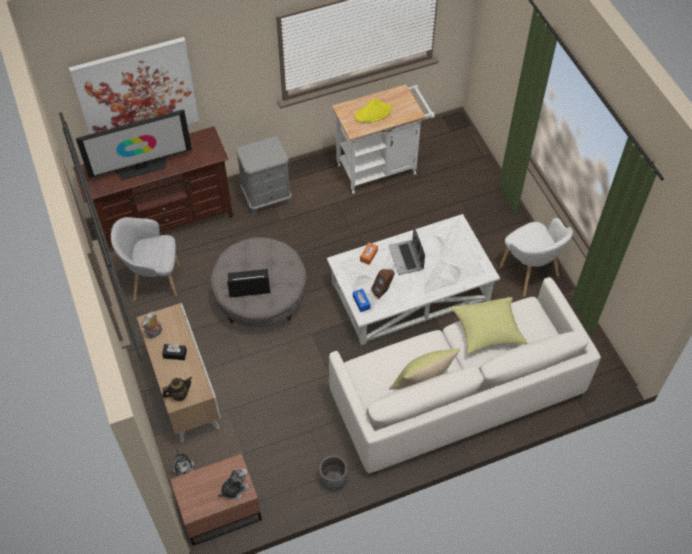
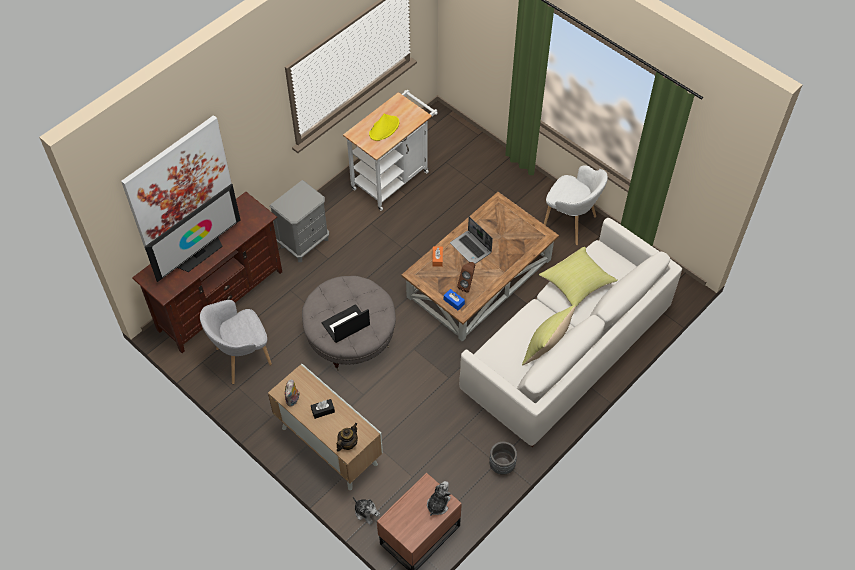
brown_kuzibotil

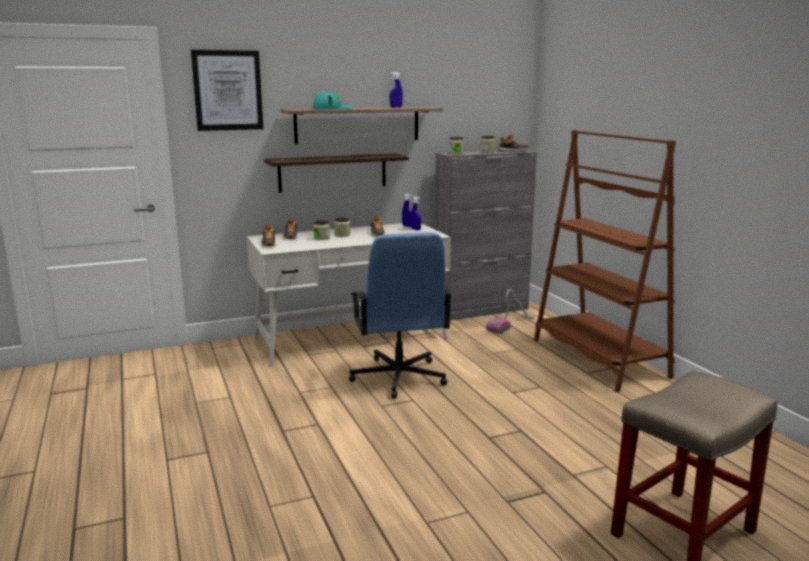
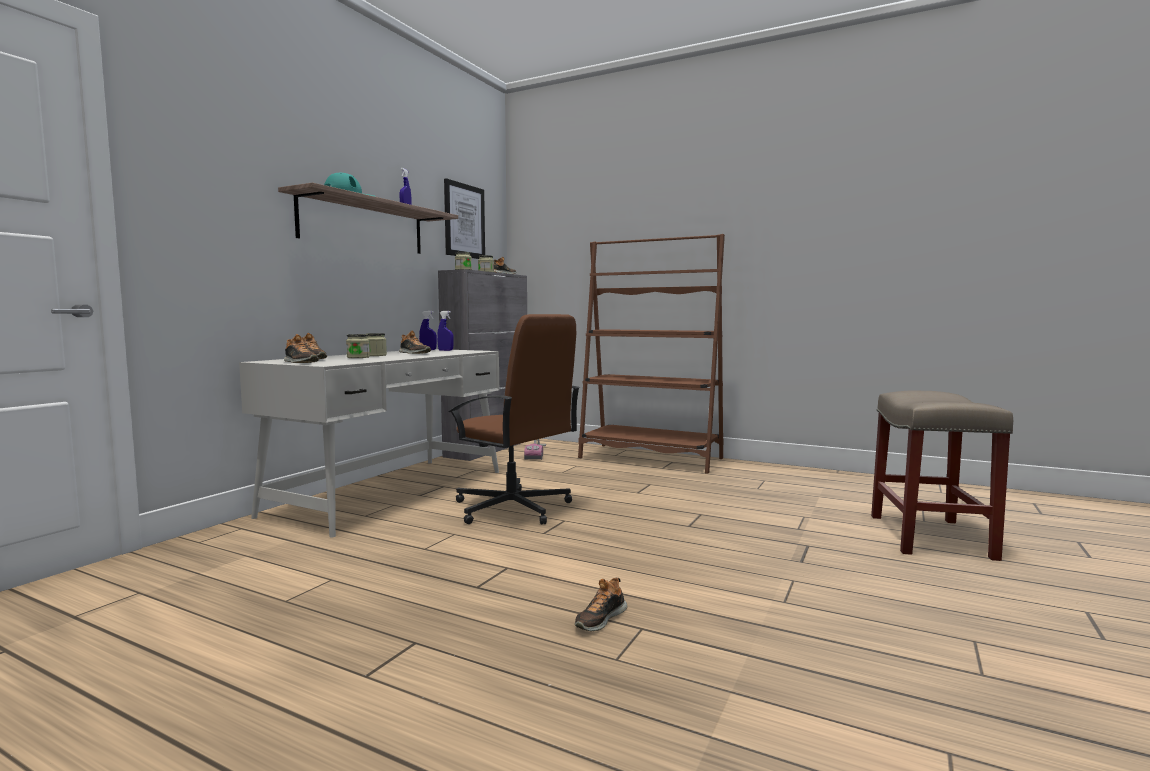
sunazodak
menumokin (1st from left in the first image)
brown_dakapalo
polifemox (5th from left)

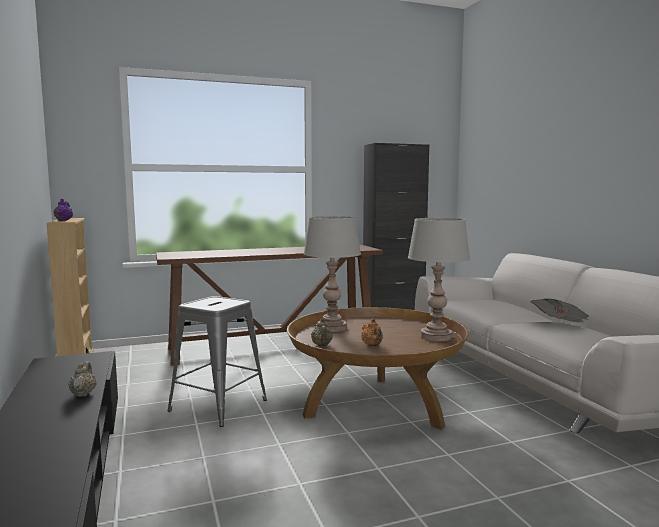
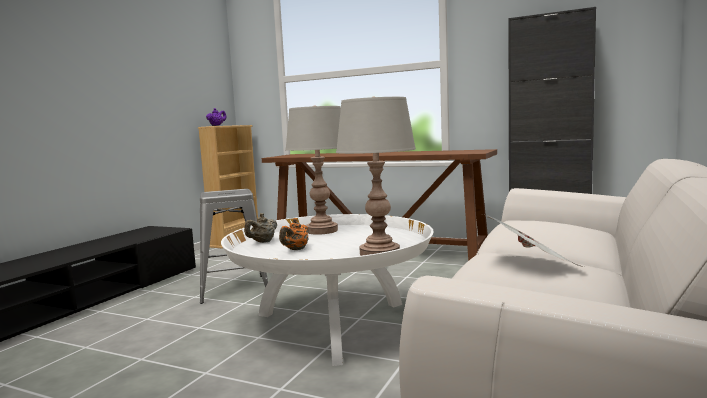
white_kuzibotil
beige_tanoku (1st from left in the first image)

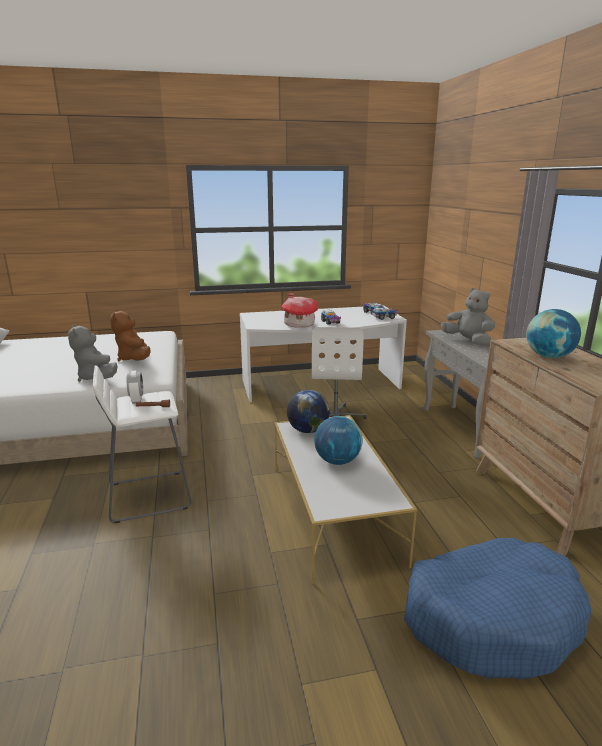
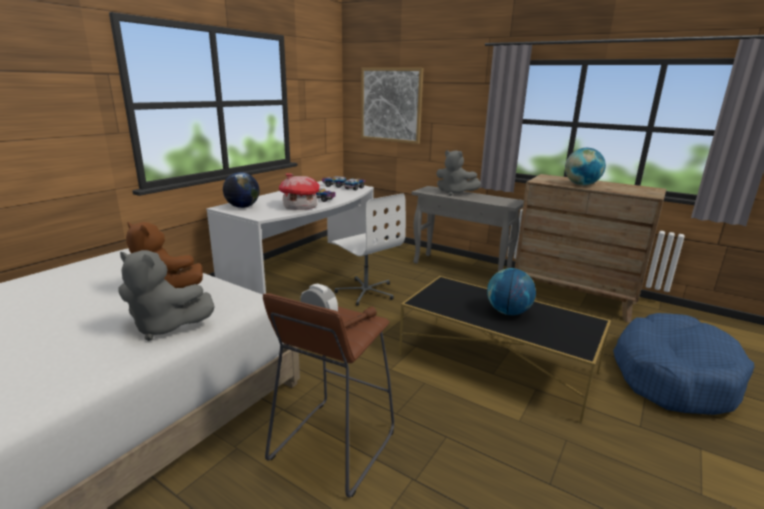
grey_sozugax (2nd from left)
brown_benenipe
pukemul (1st from left)
black_kuzibotil
sunazodak

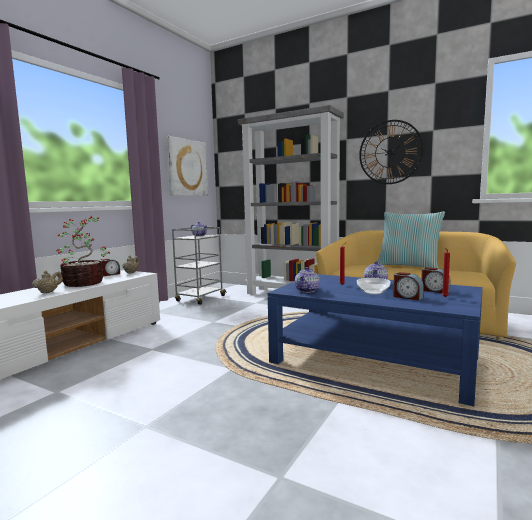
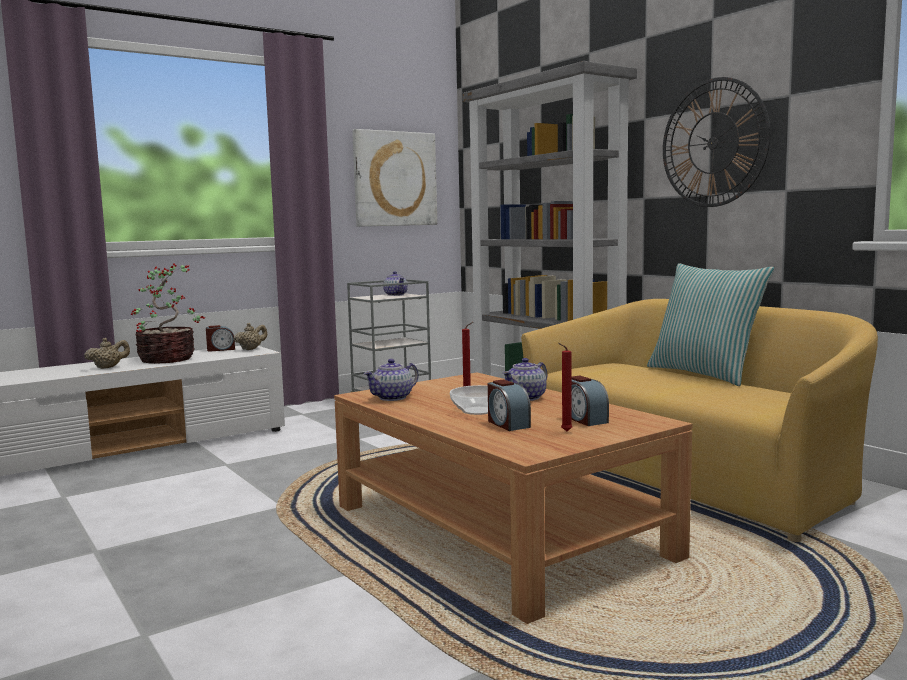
brown_kuzibotil

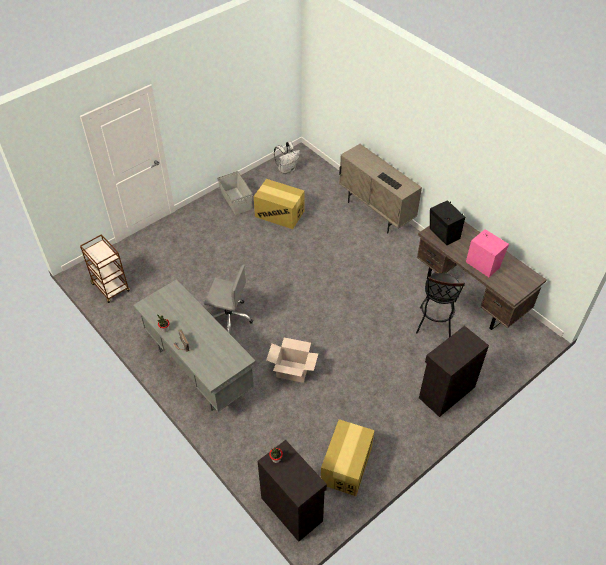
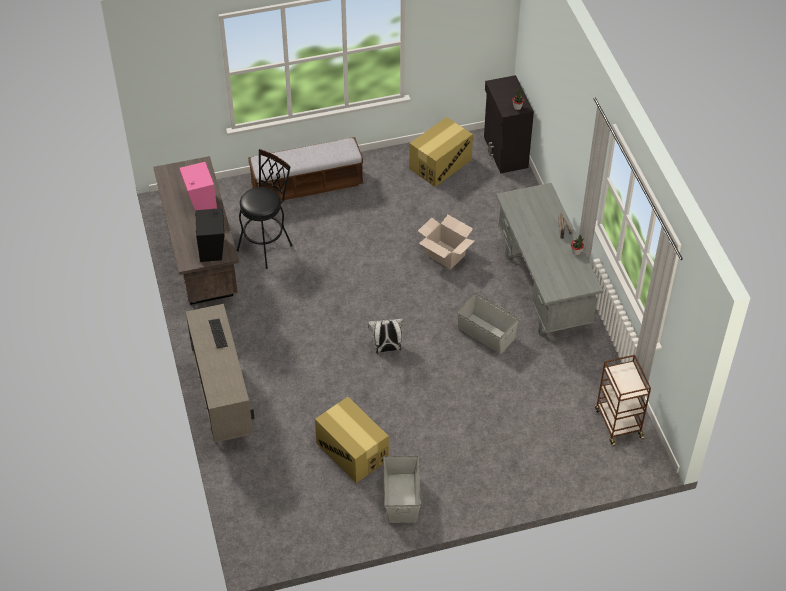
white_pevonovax
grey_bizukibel (2nd from left)
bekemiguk

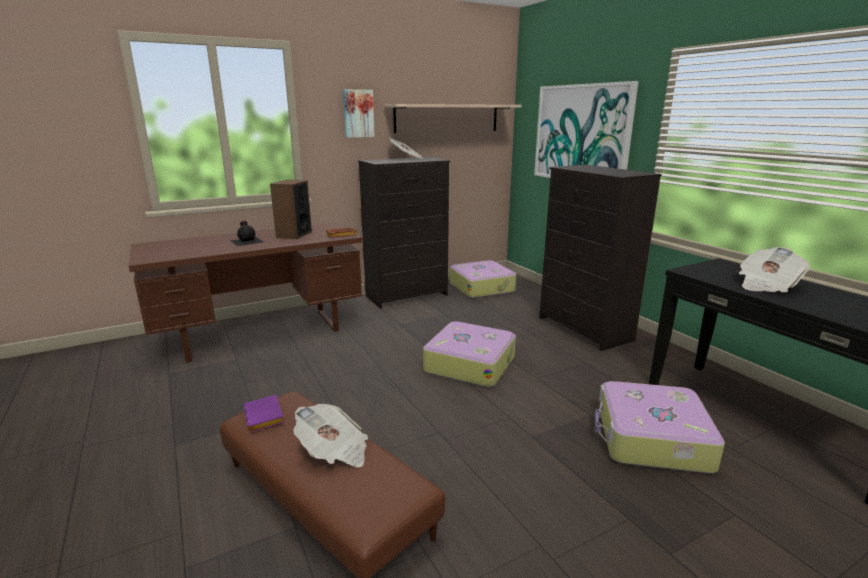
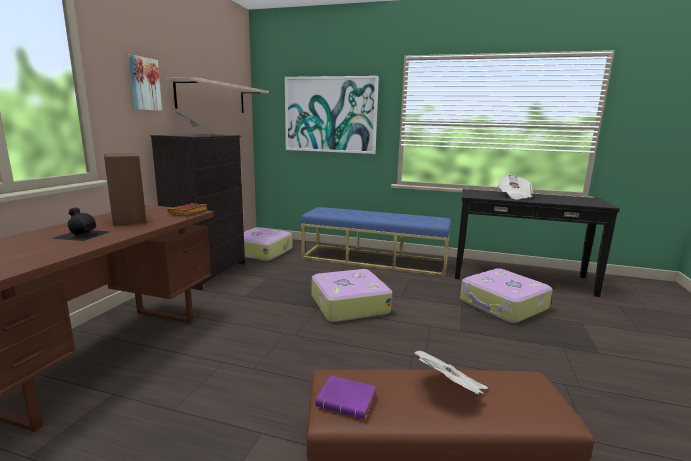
blue_bekemiguk

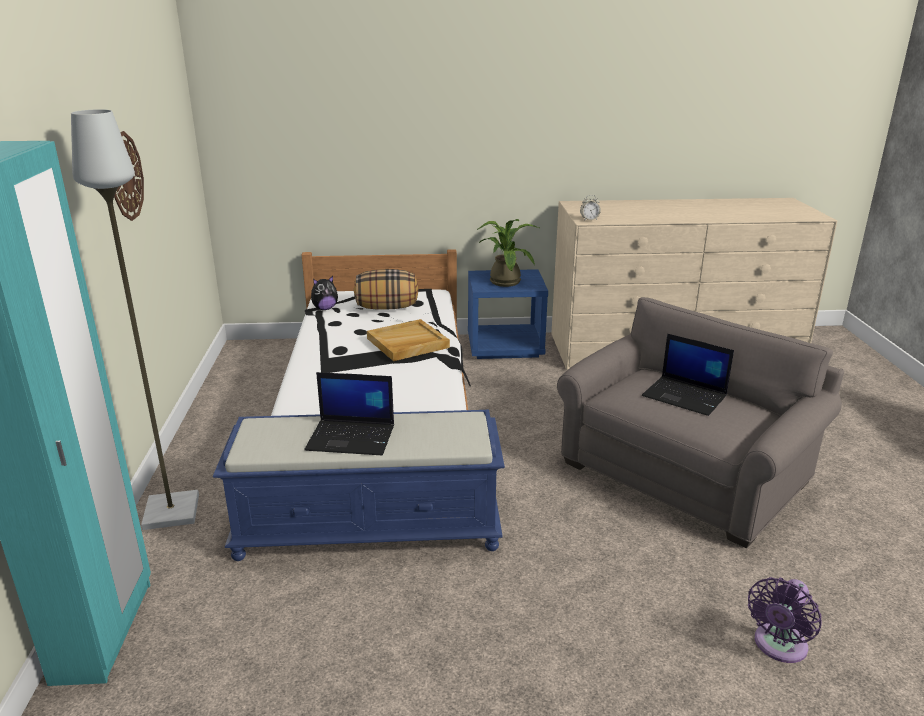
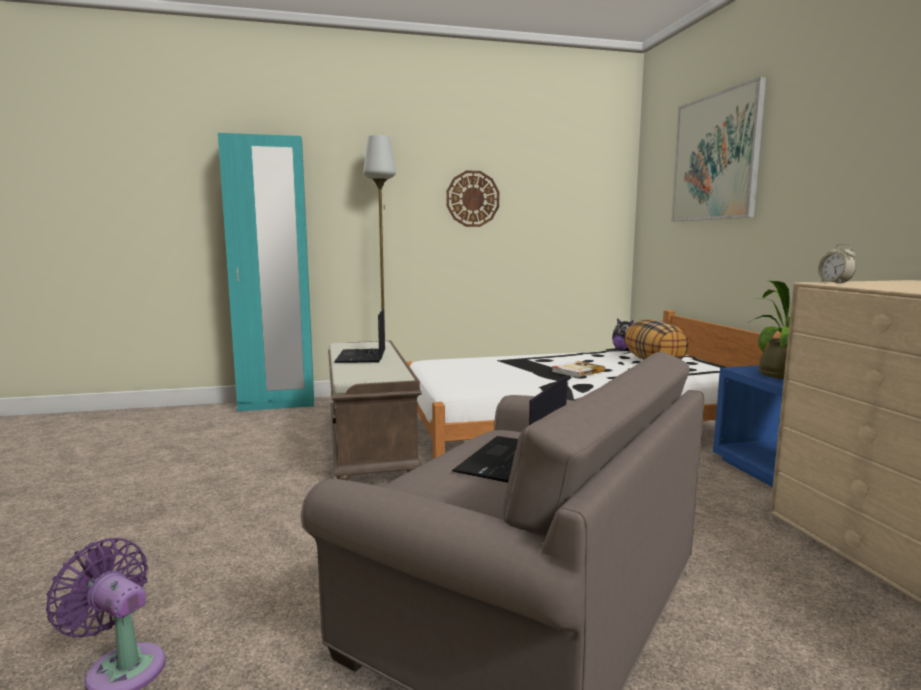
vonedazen
brown_bekemiguk
sunazodak

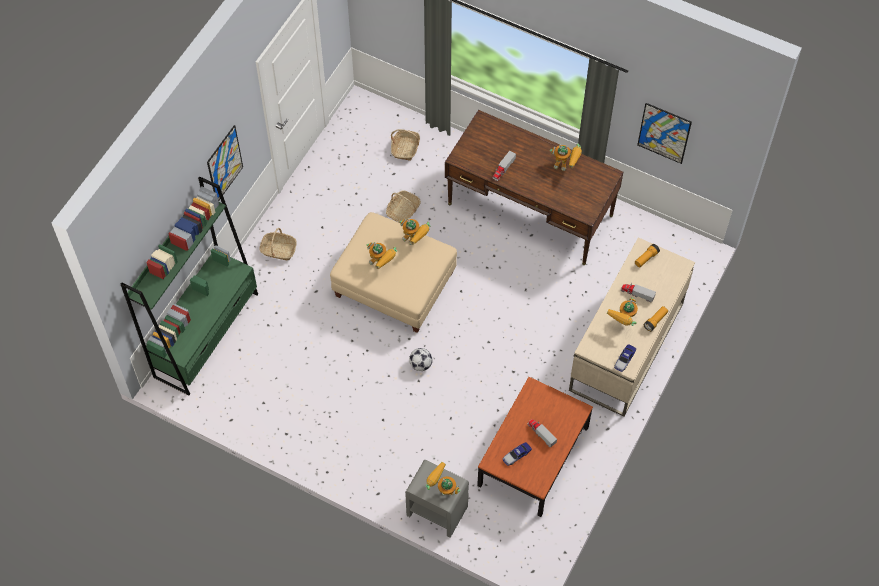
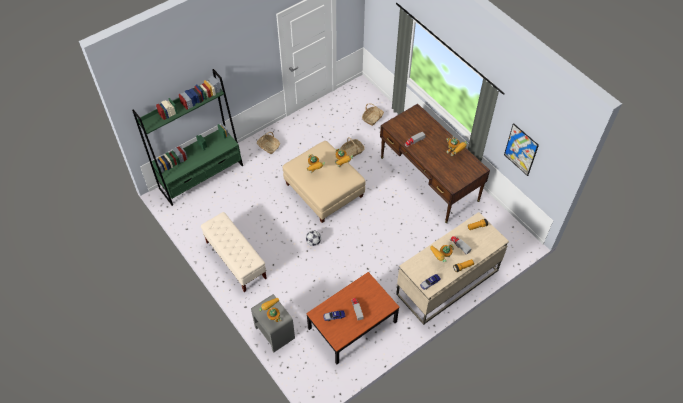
sunazodak (1st from left in the first image)
beige_bekemiguk

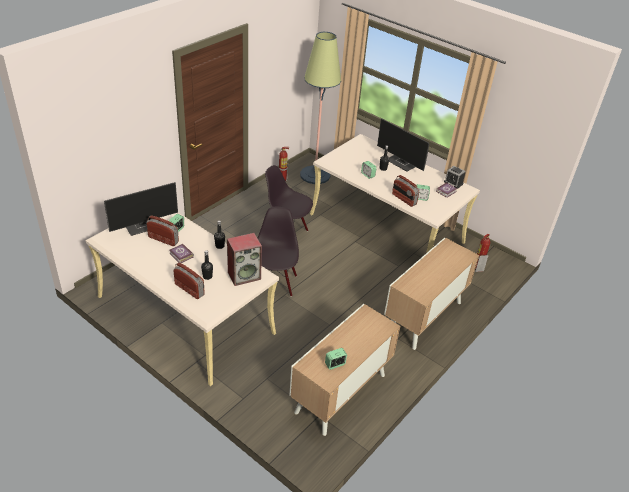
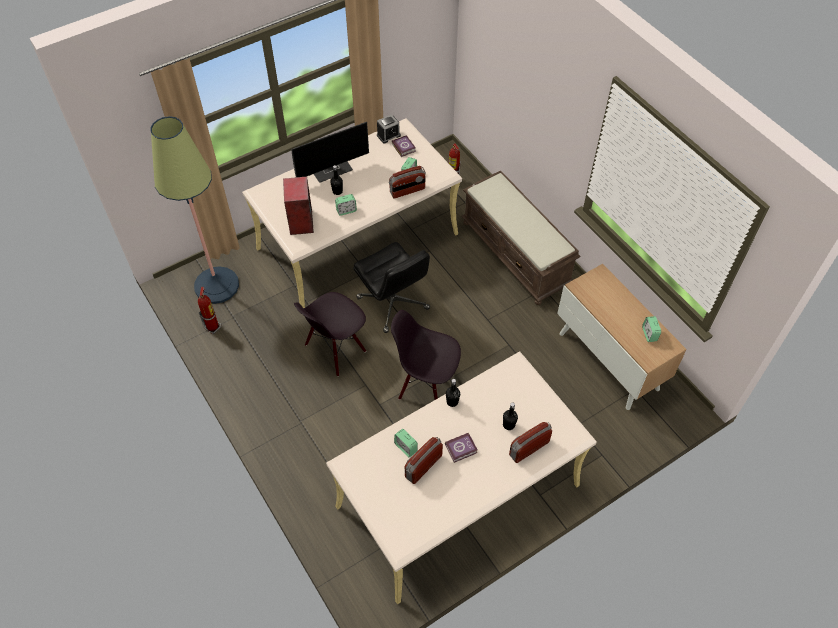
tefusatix (1st from left in the first image)
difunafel
brown_bekemiguk
black_dakapalo

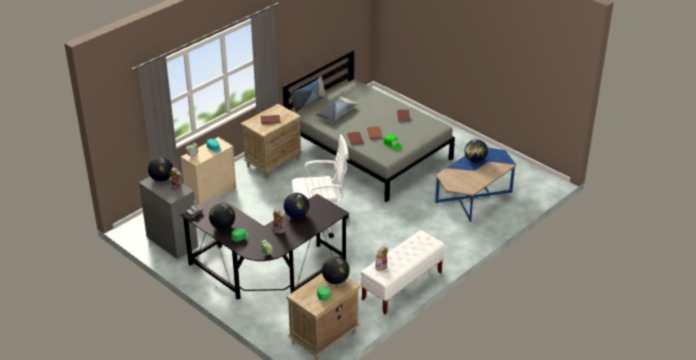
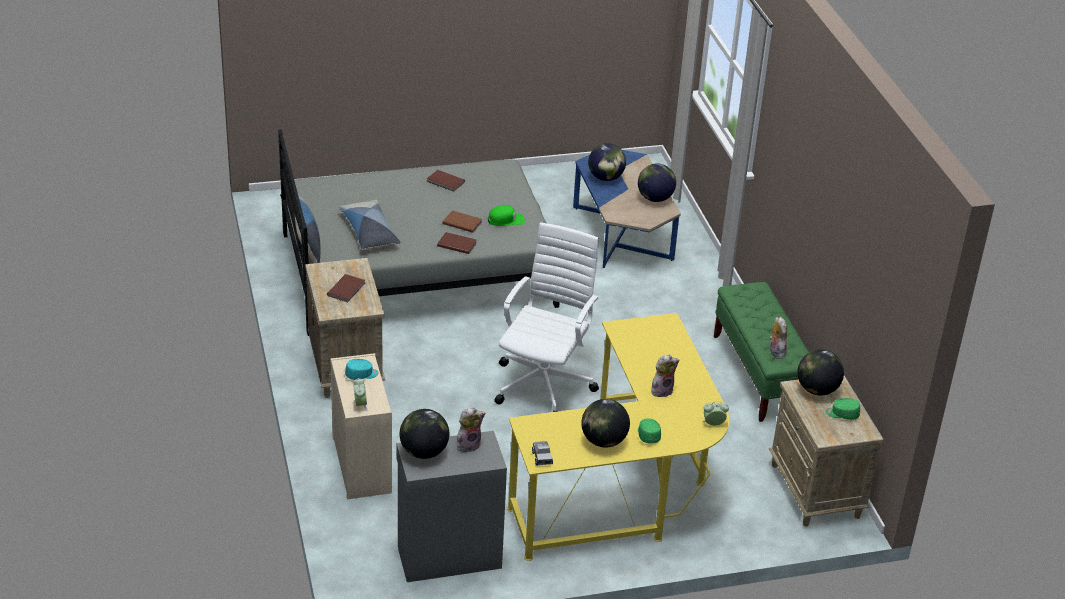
pukemul (4th from left)
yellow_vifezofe
green_bekemiguk

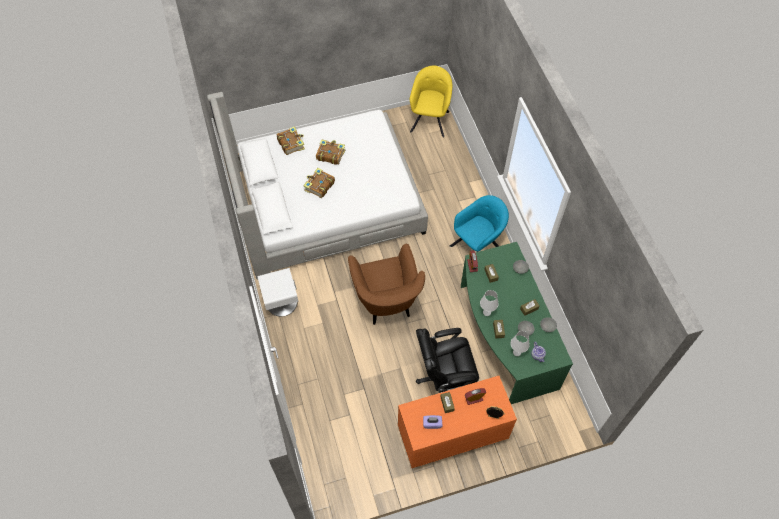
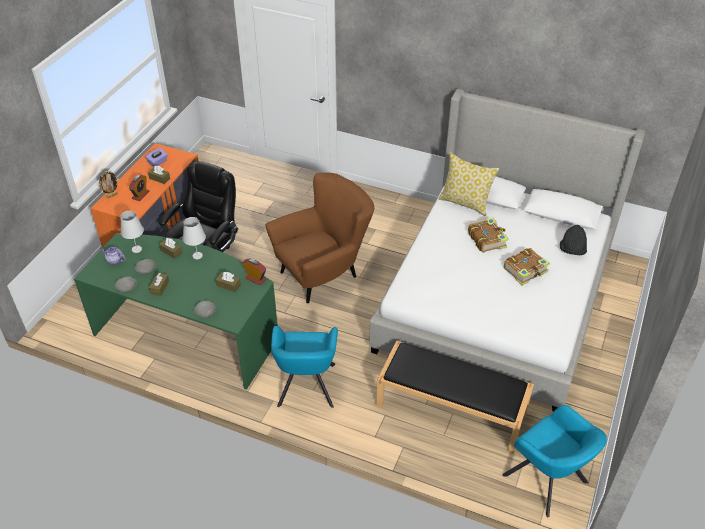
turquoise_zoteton (2nd from left)
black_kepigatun
brown_zoteton
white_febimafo
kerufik
black_bekemiguk

